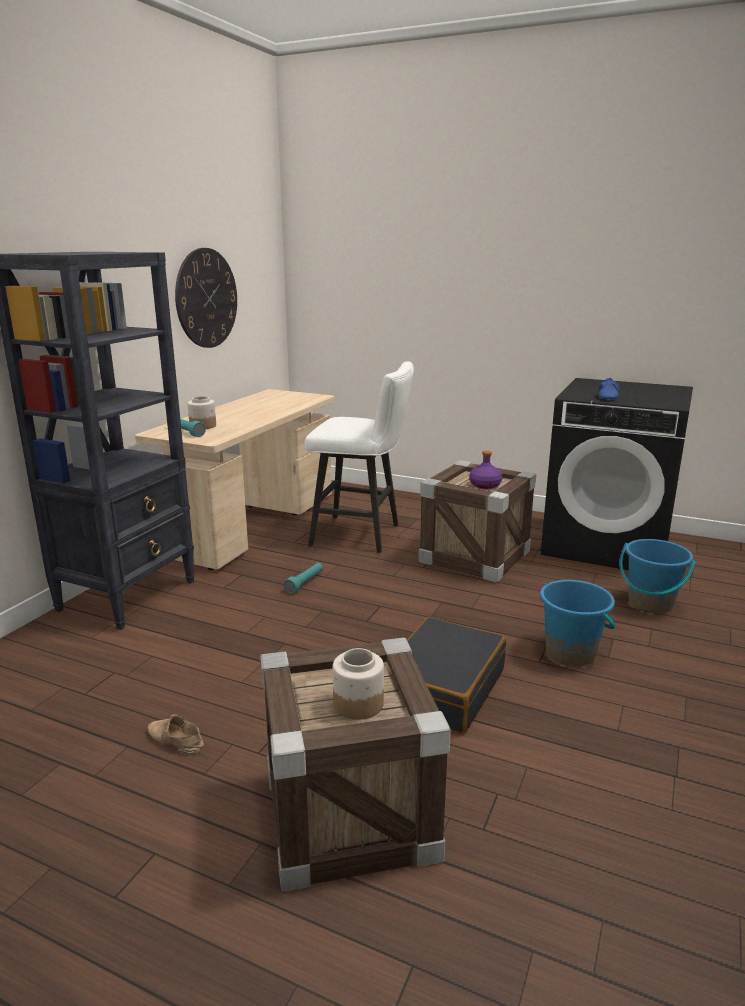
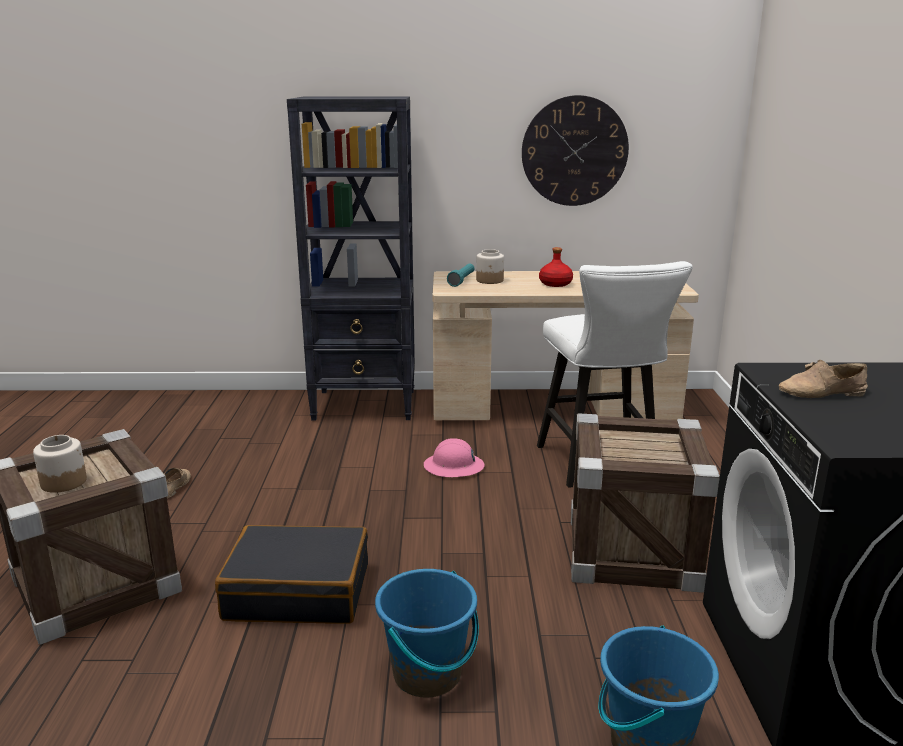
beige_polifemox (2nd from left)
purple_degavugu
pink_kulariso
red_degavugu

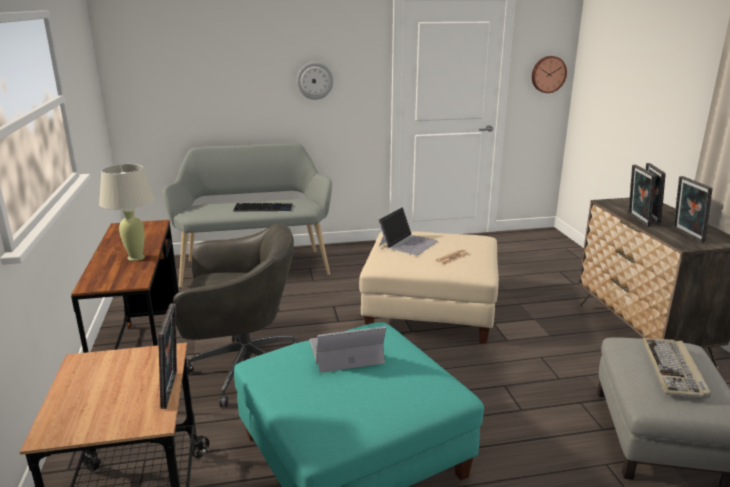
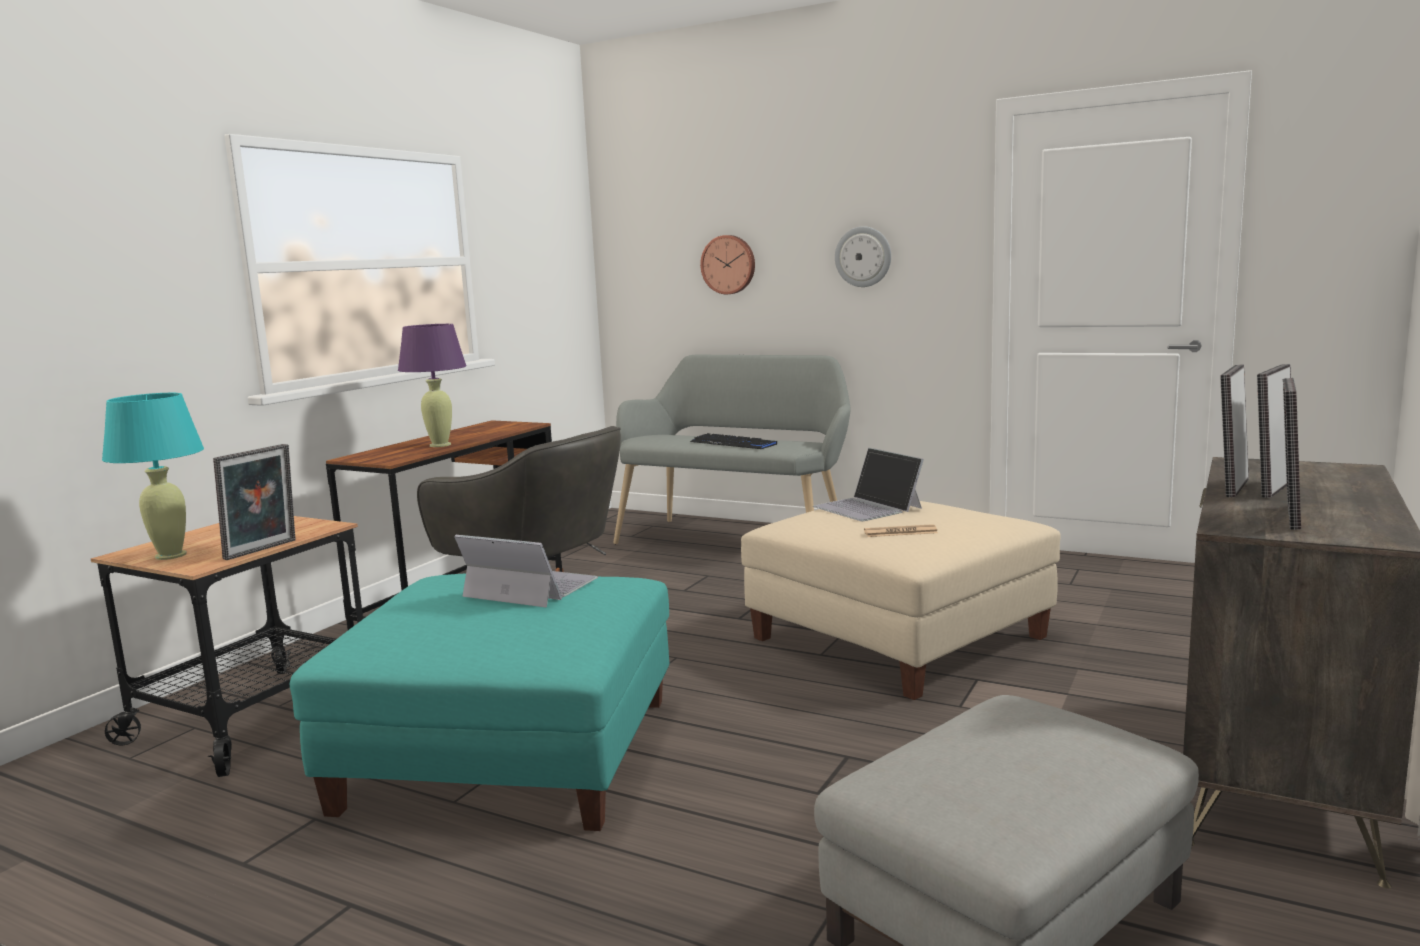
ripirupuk (1st from left)
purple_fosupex
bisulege (2nd from left)
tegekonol (2nd from left in the first image)
turquoise_fosupex

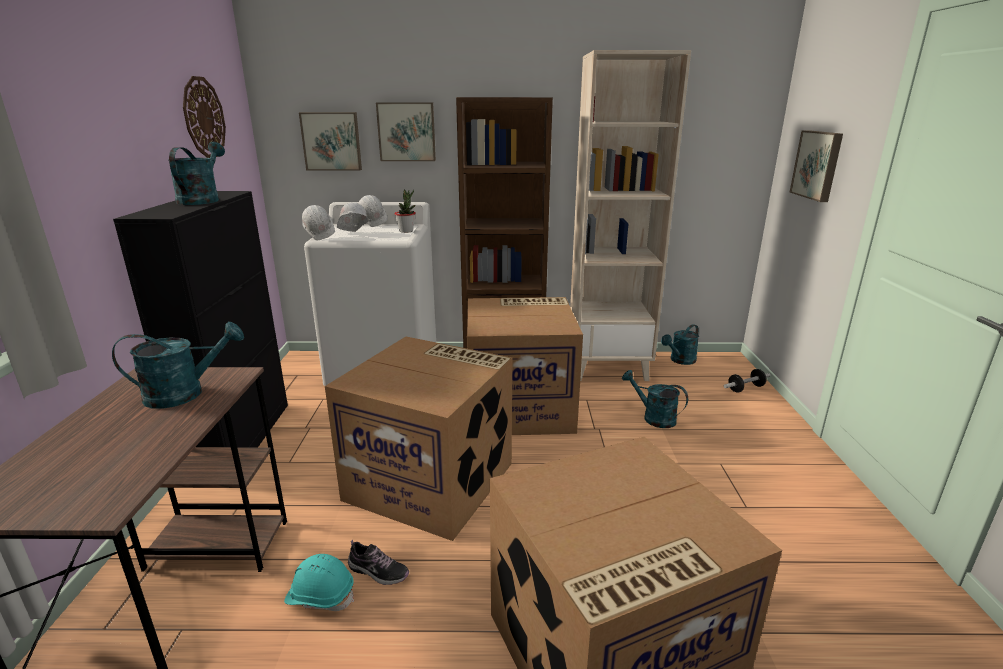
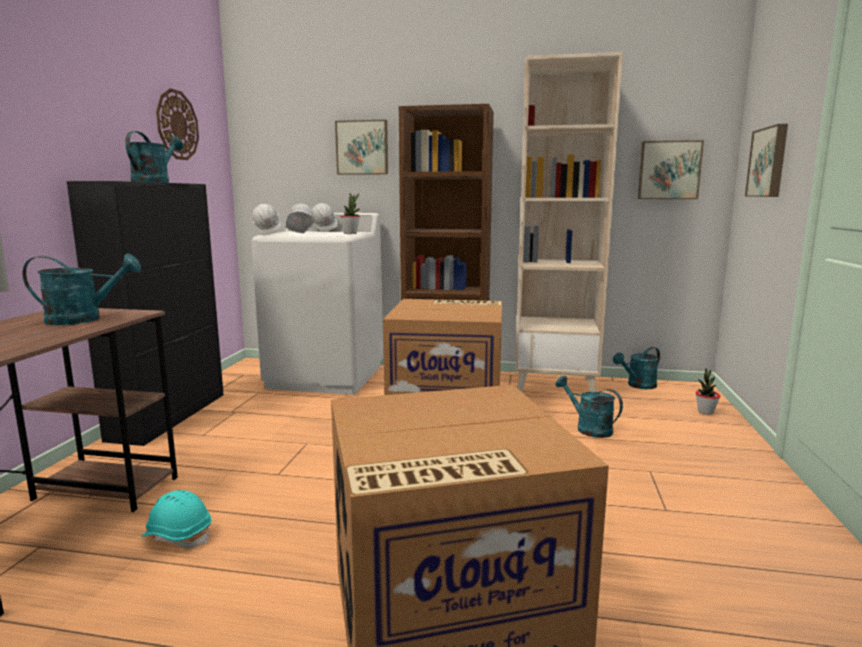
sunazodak (2nd from left)
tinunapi (1st from left in the first image)
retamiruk (2nd from left)
polifemox

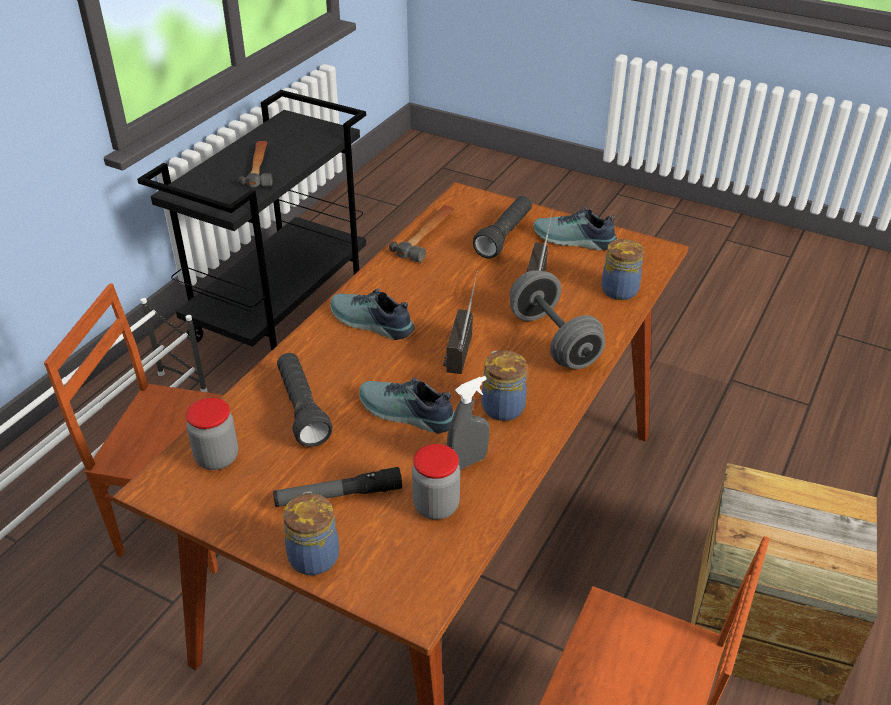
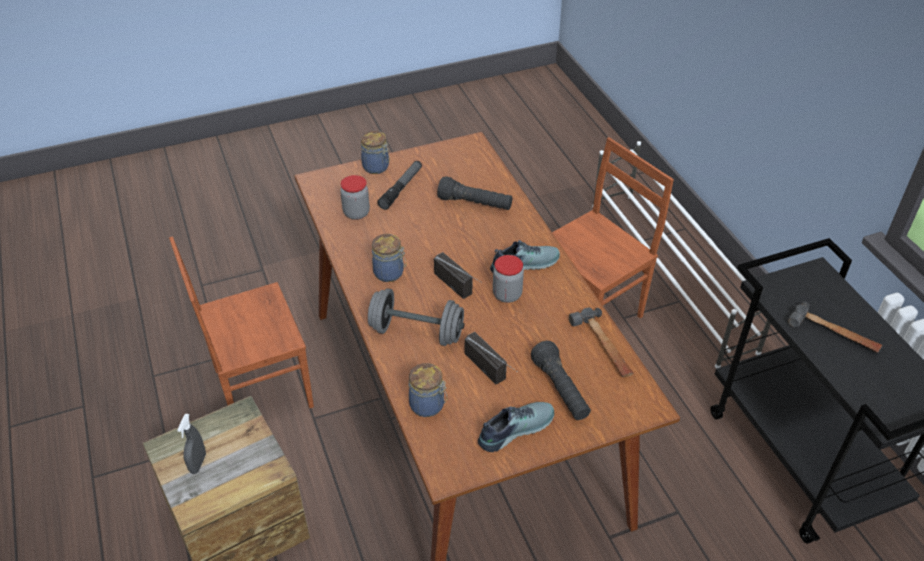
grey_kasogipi
polifemox (2nd from left in the first image)
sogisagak (5th from left)

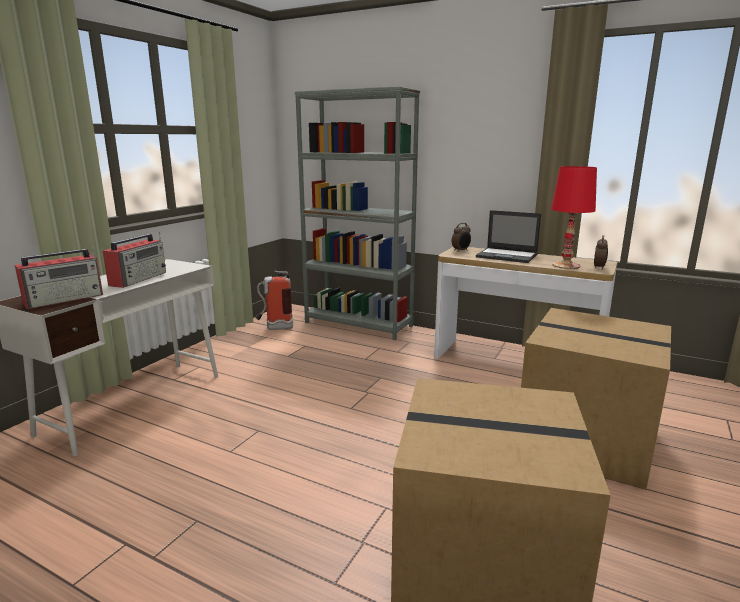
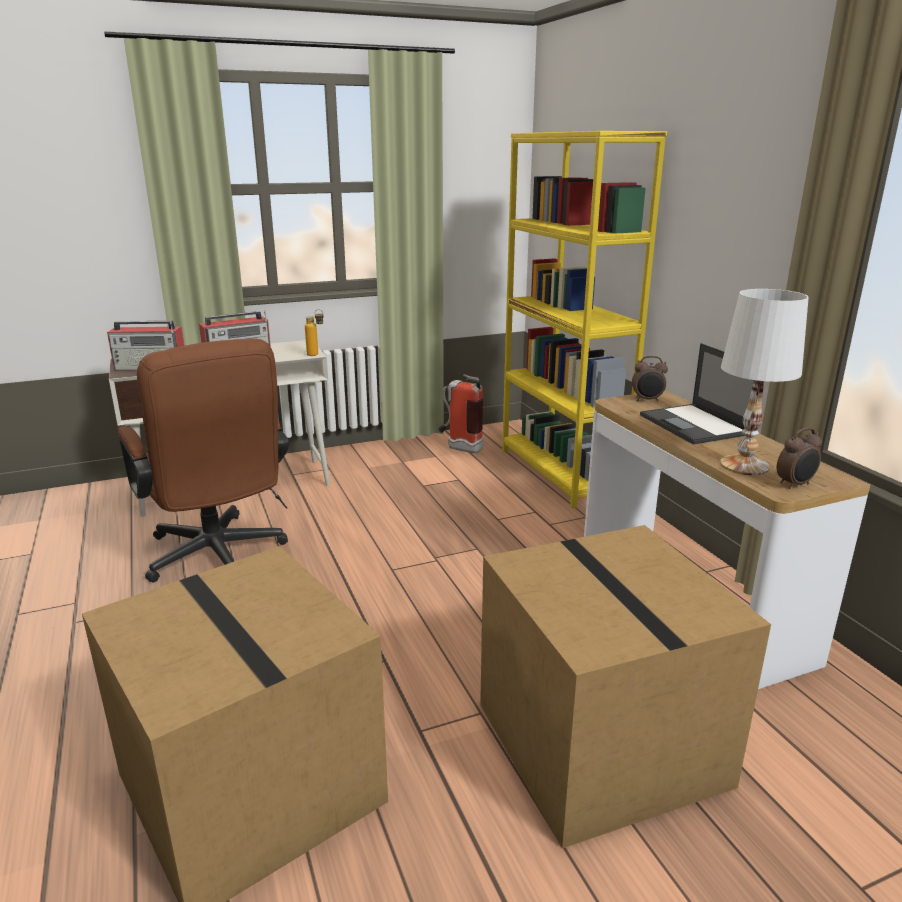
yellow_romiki
white_fosupex
degavugu
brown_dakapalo

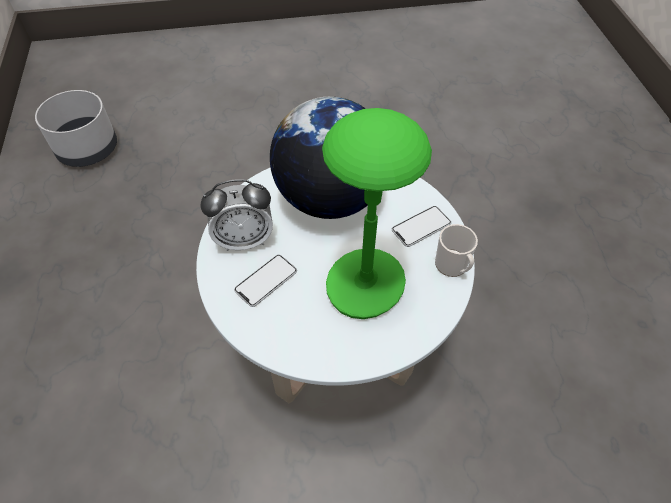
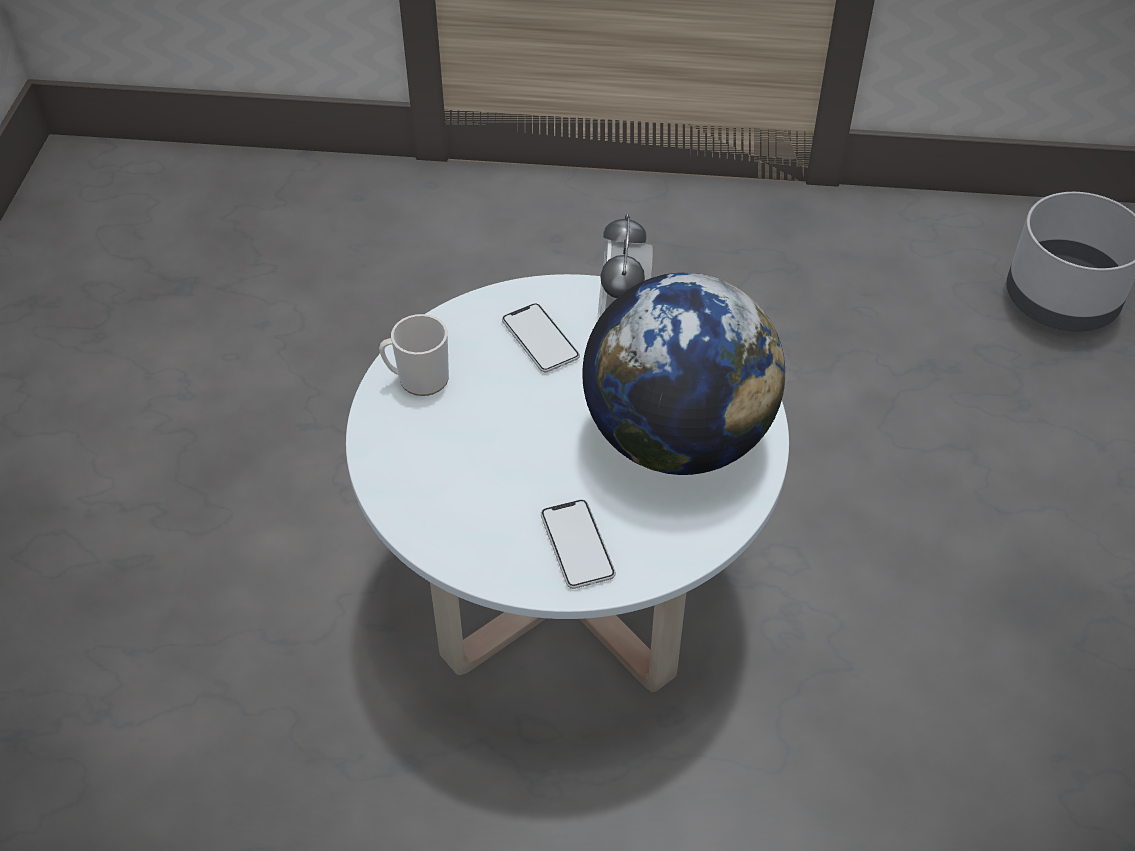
green_fosupex
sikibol

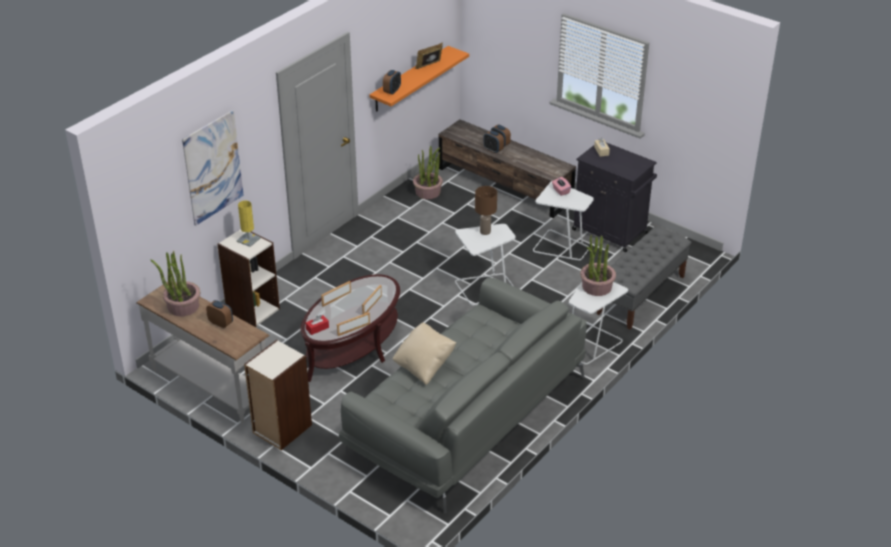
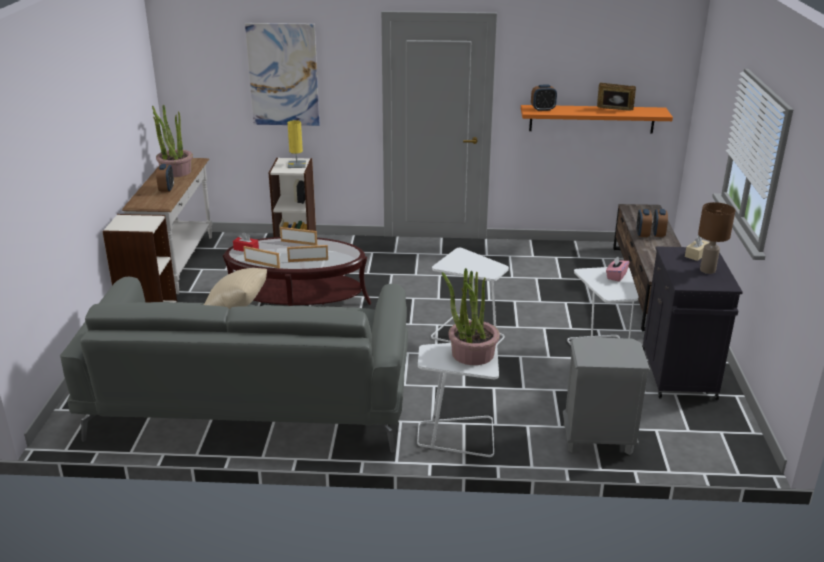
retamiruk (2nd from left in the first image)
brown_fosupex
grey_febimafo

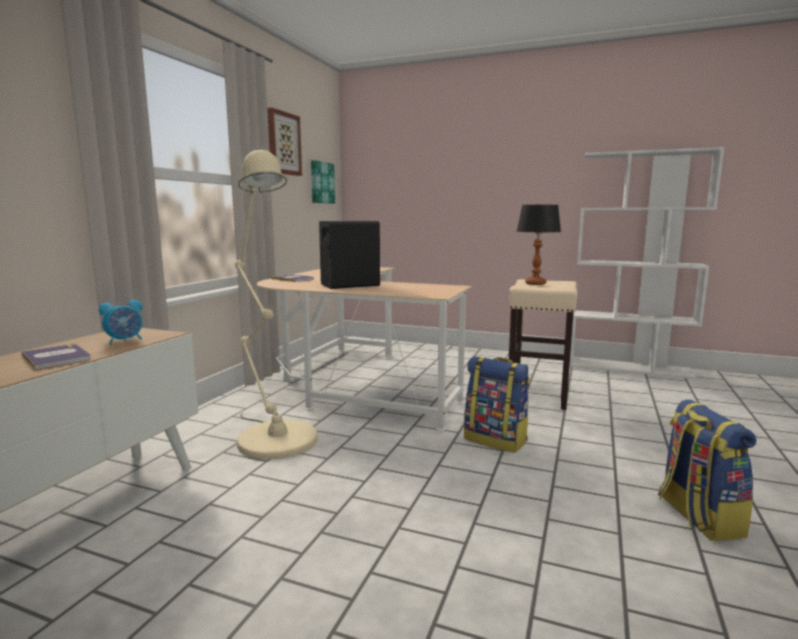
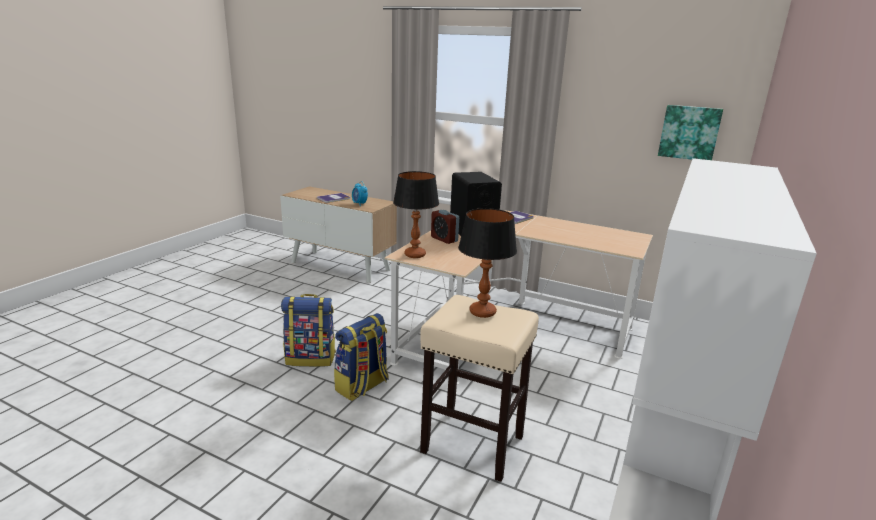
sunazodak (1st from left in the first image)
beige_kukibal
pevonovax (1st from left)
fosupex (1st from left)
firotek (2nd from left)

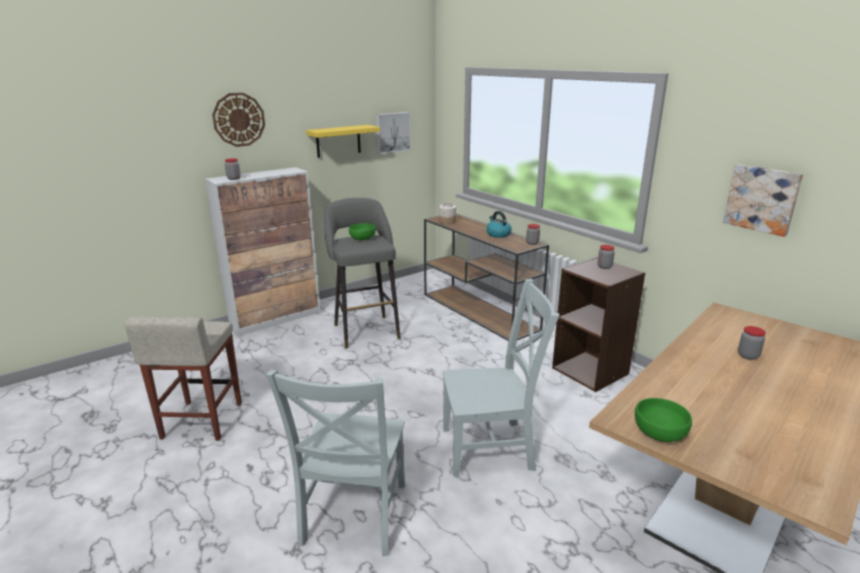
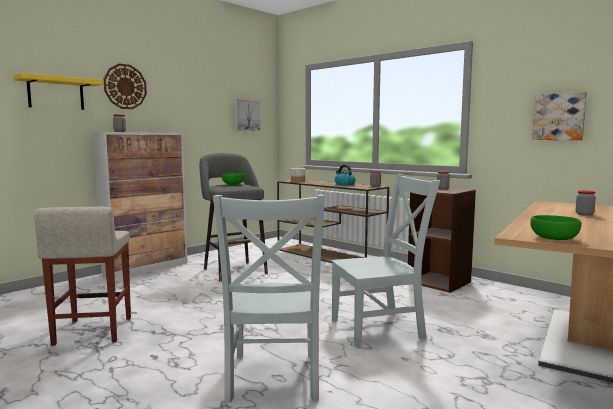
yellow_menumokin

